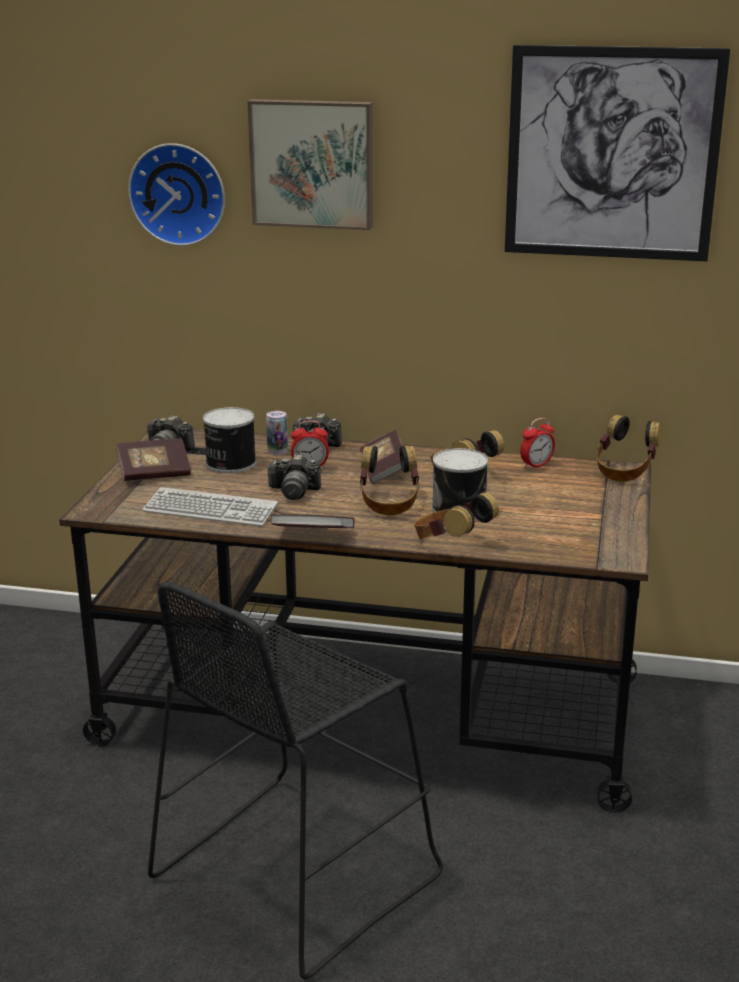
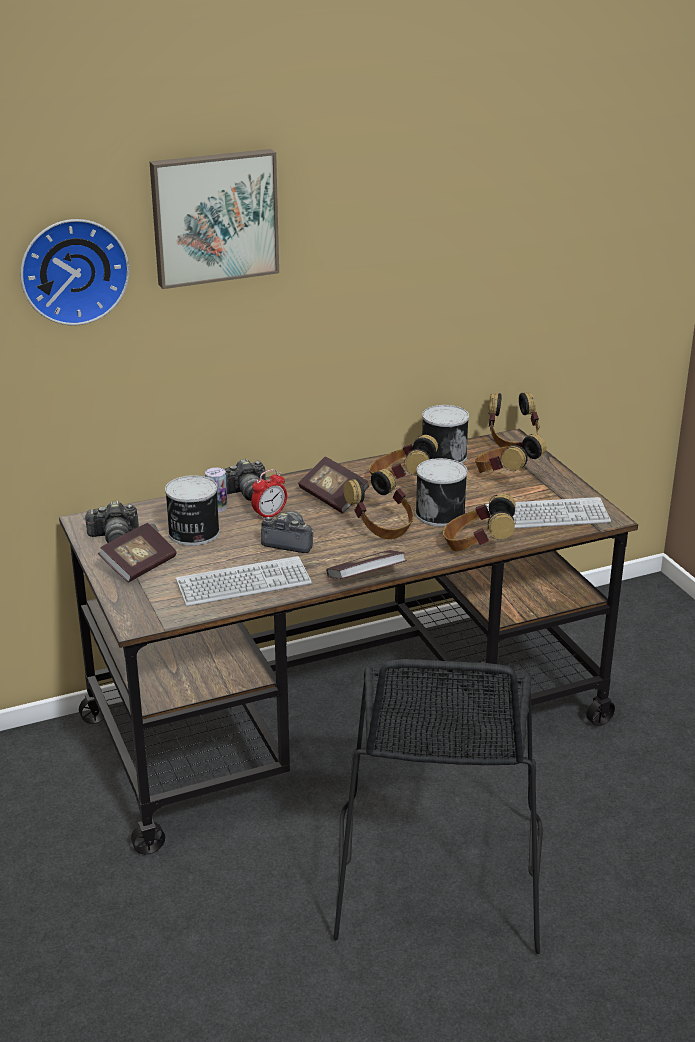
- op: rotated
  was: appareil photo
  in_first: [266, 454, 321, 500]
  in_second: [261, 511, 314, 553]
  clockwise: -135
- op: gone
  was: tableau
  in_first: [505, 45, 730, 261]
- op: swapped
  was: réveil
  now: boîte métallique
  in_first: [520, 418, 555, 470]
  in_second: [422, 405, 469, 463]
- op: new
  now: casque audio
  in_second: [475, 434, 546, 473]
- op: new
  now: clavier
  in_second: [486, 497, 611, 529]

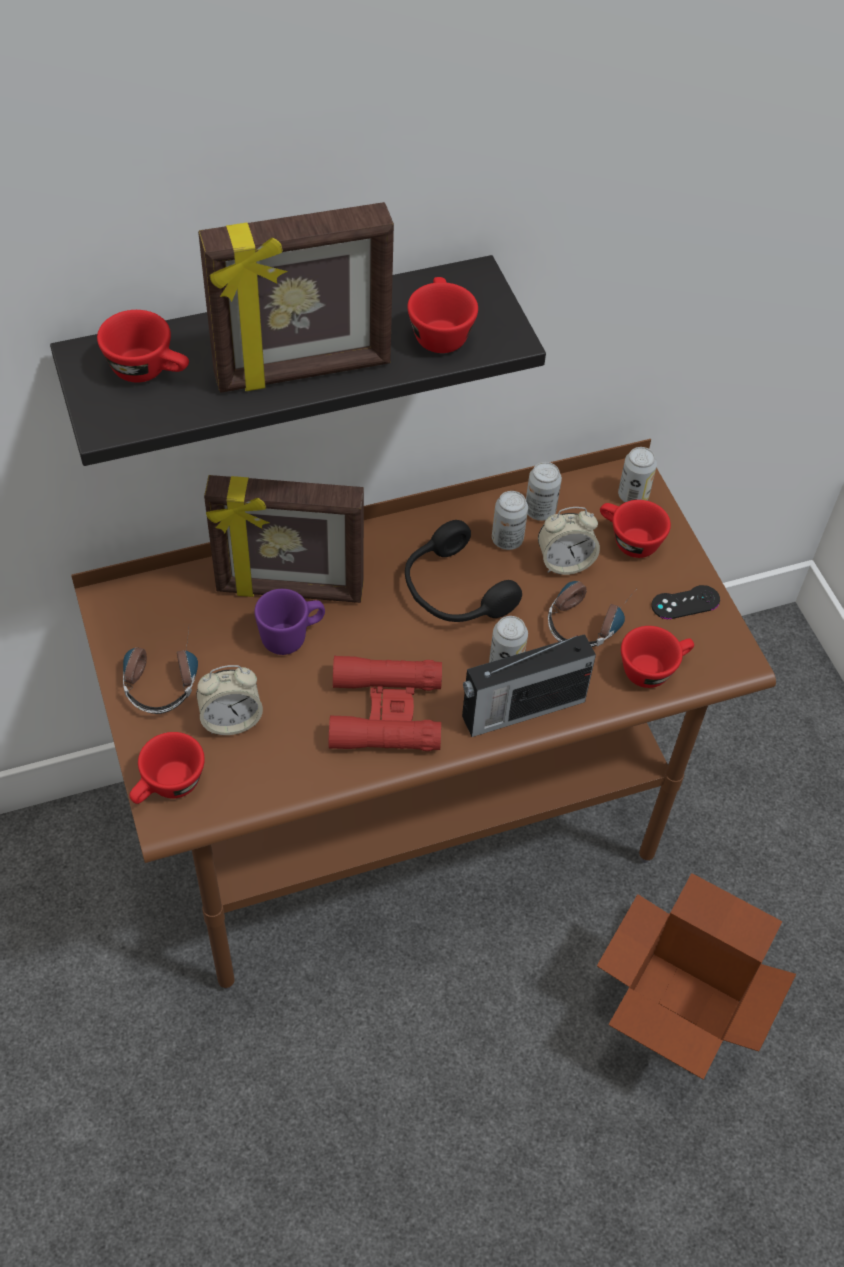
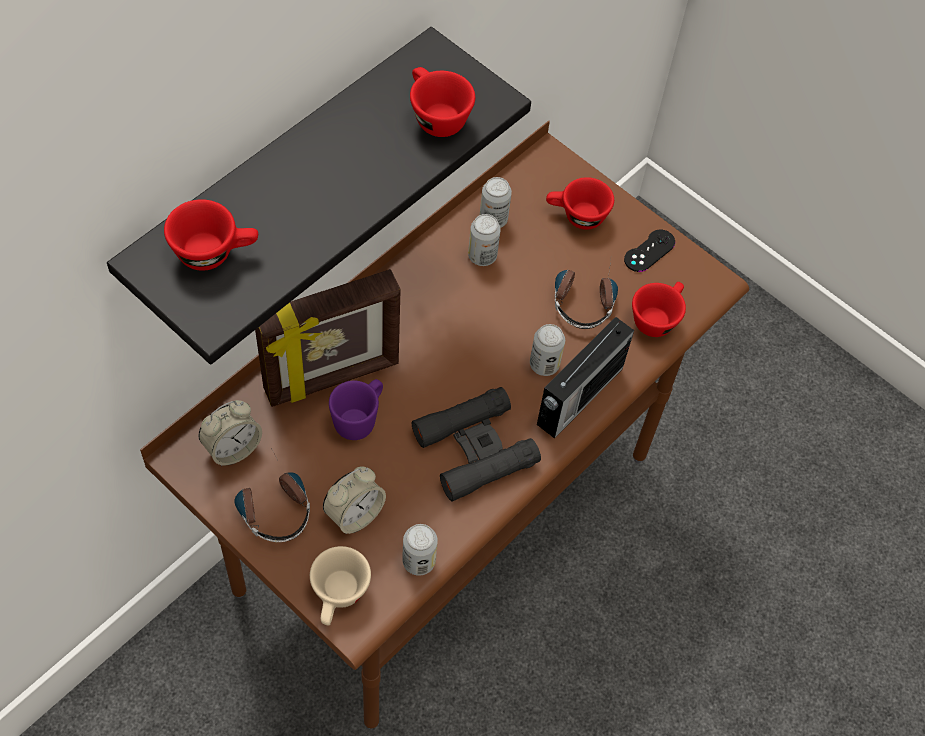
- op: repainted
  was: tasse (rouge)
  now: tasse (beige)
  in_first: [129, 732, 205, 804]
  in_second: [310, 546, 371, 626]
- op: gone
  was: cadre photo
  in_first: [198, 202, 394, 393]
- op: repainted
  was: jumelles (rouge)
  now: jumelles (noir)
  in_first: [329, 656, 442, 751]
  in_second: [412, 387, 541, 502]
- op: gone
  was: casque audio (noir)
  in_first: [405, 520, 522, 622]
- op: shifted
  was: réveil
  in_first: [538, 507, 600, 575]
  in_second: [199, 400, 262, 466]
- op: gone
  was: carton
  in_first: [597, 873, 796, 1080]
- op: shifted
  was: boîte métallique
  in_first: [618, 447, 657, 502]
  in_second: [402, 524, 438, 576]

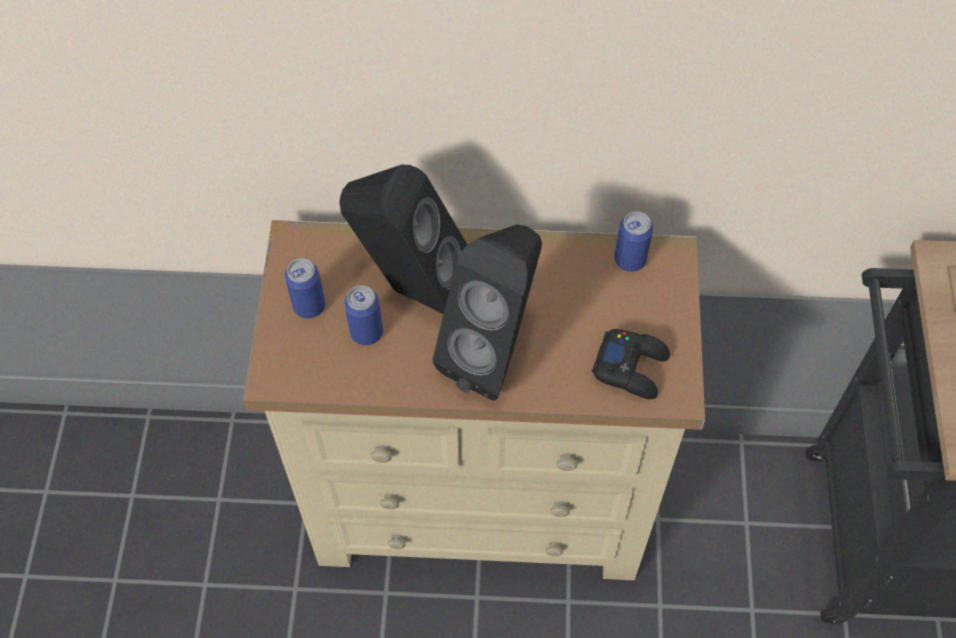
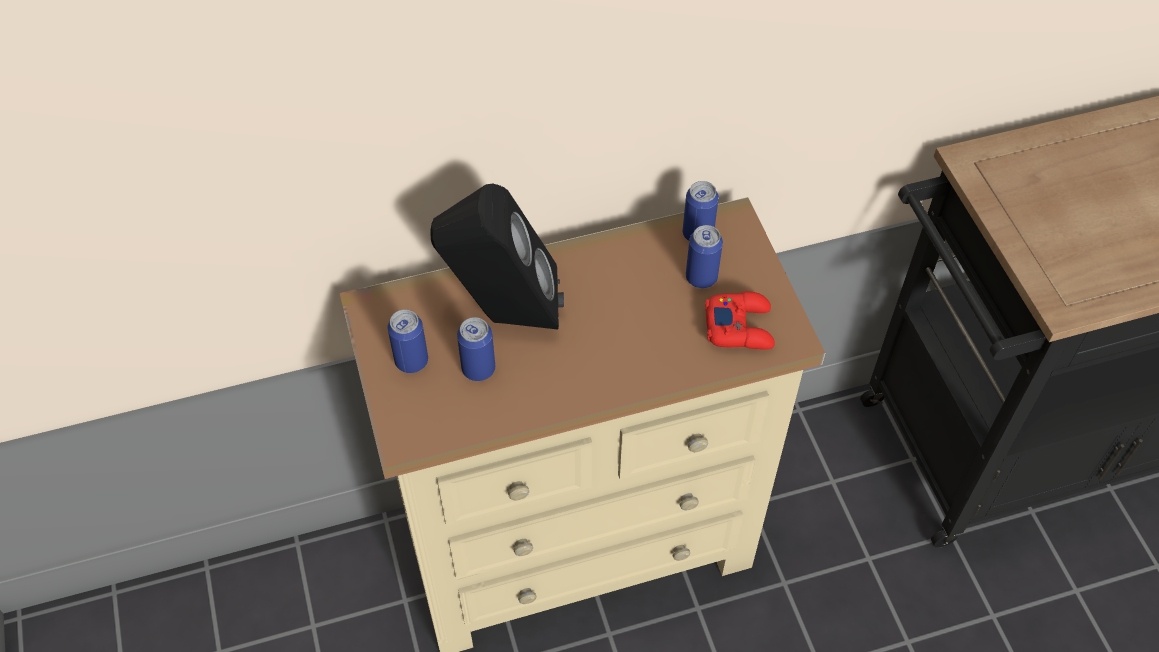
- op: gone
  was: enceinte (noir)
  in_first: [433, 224, 542, 401]
- op: repainted
  was: manette (noir)
  now: manette (rouge)
  in_first: [592, 329, 670, 399]
  in_second: [705, 291, 775, 350]
- op: new
  now: boîte métallique
  in_second: [686, 225, 723, 288]

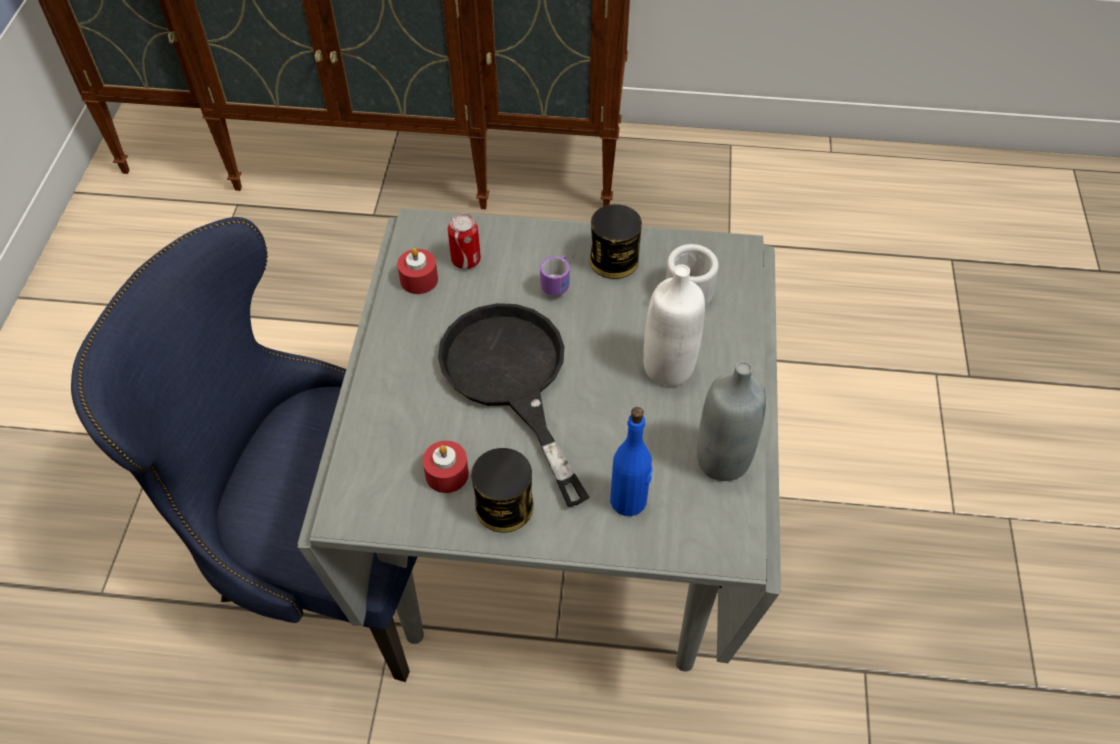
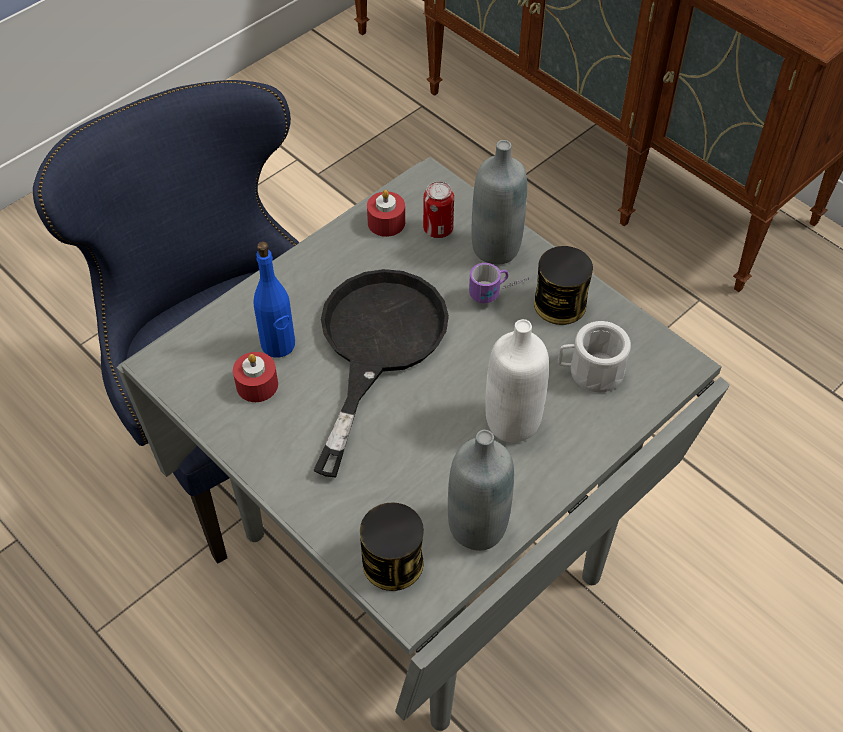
- op: shifted
  was: boîte métallique
  in_first: [471, 448, 533, 533]
  in_second: [360, 502, 424, 591]
- op: shifted
  was: bouteille (bleu)
  in_first: [610, 407, 653, 516]
  in_second: [254, 241, 295, 358]
- op: new
  now: bouteille (gris)
  in_second: [472, 140, 527, 264]

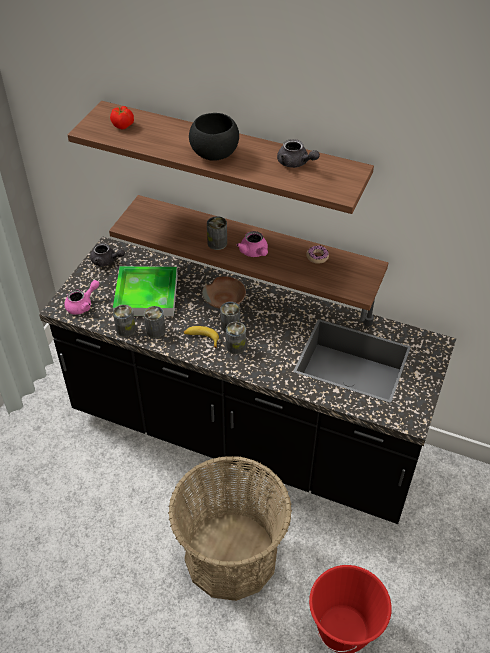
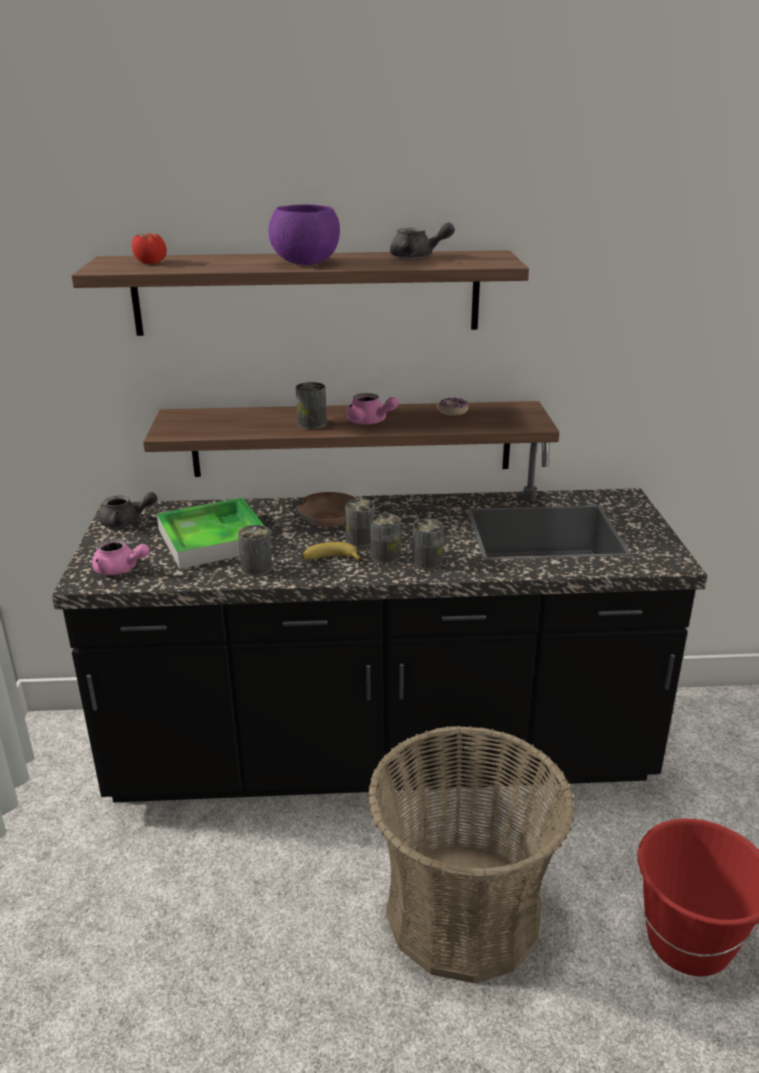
- op: rotated
  was: théière (rose)
  in_first: [64, 280, 99, 315]
  in_second: [92, 539, 150, 575]
  clockwise: 90
- op: shifted
  was: boîte métallique
  in_first: [113, 305, 136, 337]
  in_second: [412, 519, 444, 570]
- op: repainted
  was: bol (noir)
  now: bol (violet)
  in_first: [189, 113, 239, 161]
  in_second: [268, 204, 340, 265]

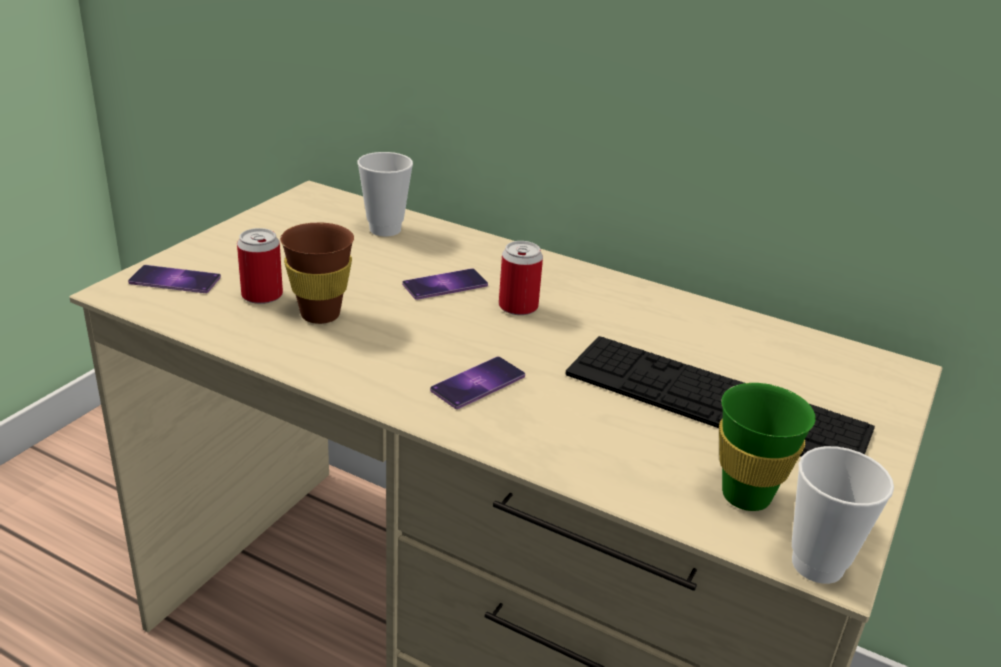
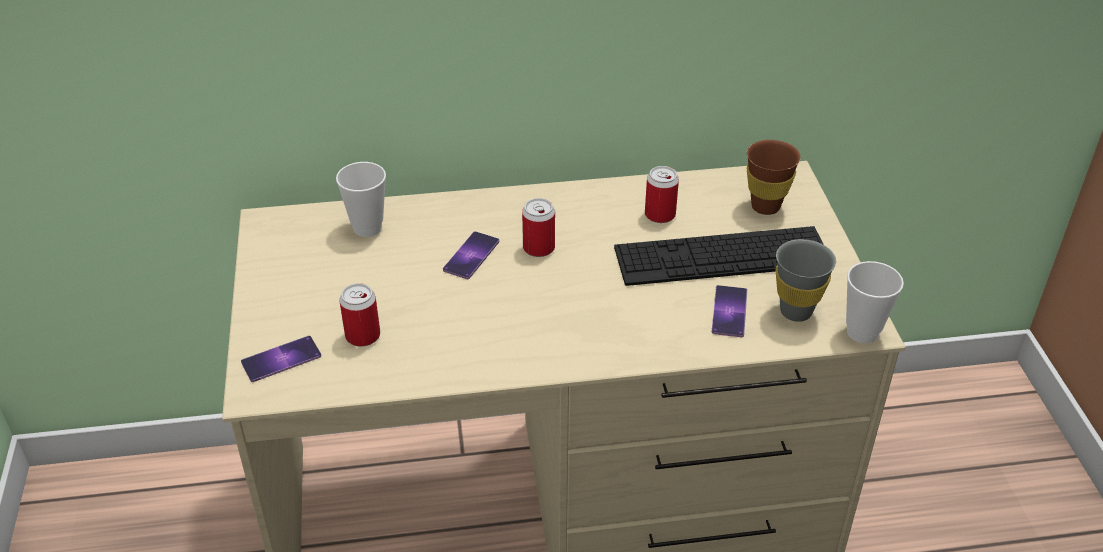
- op: shifted
  was: tasse (marron)
  in_first: [280, 222, 354, 324]
  in_second: [747, 140, 801, 215]
- op: shifted
  was: téléphone
  in_first: [430, 357, 525, 409]
  in_second: [712, 285, 747, 337]
- op: repainted
  was: tasse (vert)
  now: tasse (gris)
  in_first: [719, 383, 816, 511]
  in_second: [776, 239, 836, 322]
- op: new
  now: boîte métallique
  in_second: [645, 166, 679, 223]

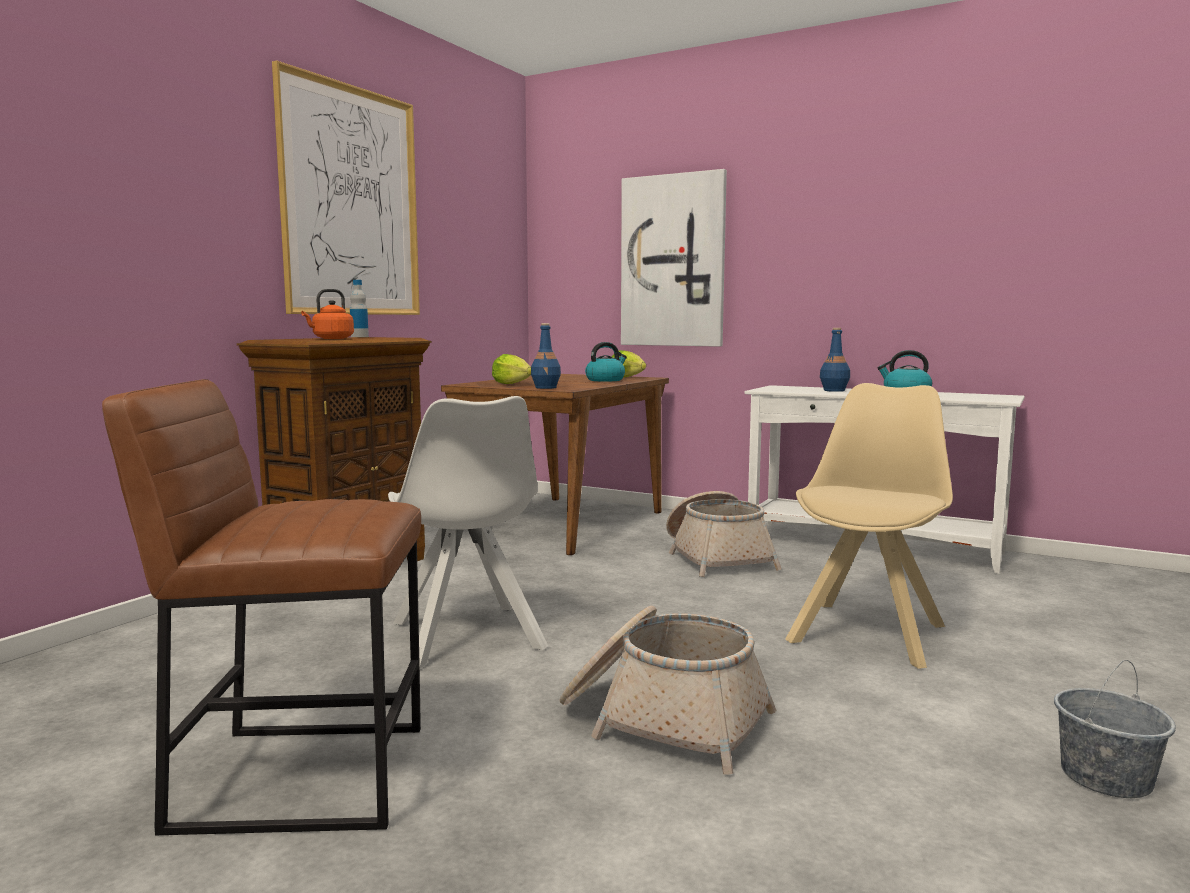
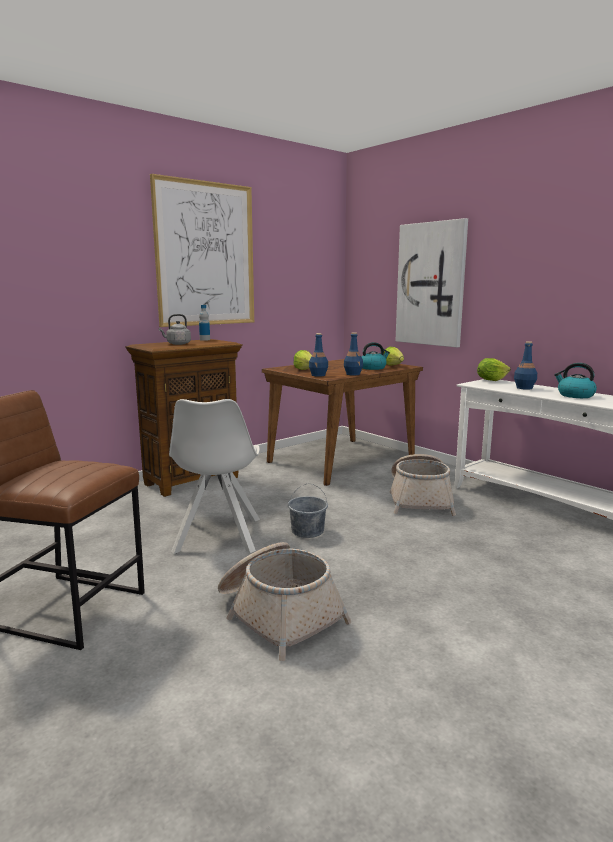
- op: repainted
  was: bouilloire (orange)
  now: bouilloire (gris)
  in_first: [301, 289, 354, 339]
  in_second: [159, 314, 191, 345]
- op: gone
  was: chaise (beige)
  in_first: [785, 383, 953, 669]
- op: shifted
  was: seau (gris)
  in_first: [1054, 660, 1176, 798]
  in_second: [288, 483, 328, 538]
- op: new
  now: bouteille (bleu)
  in_second: [344, 332, 363, 376]
- op: new
  now: laitue
  in_second: [477, 358, 511, 381]

